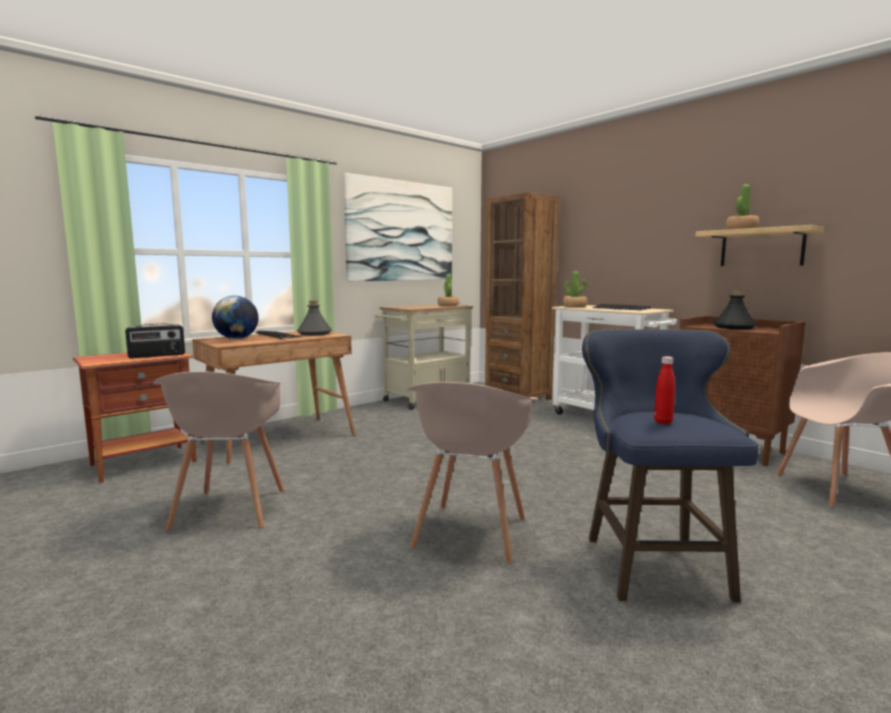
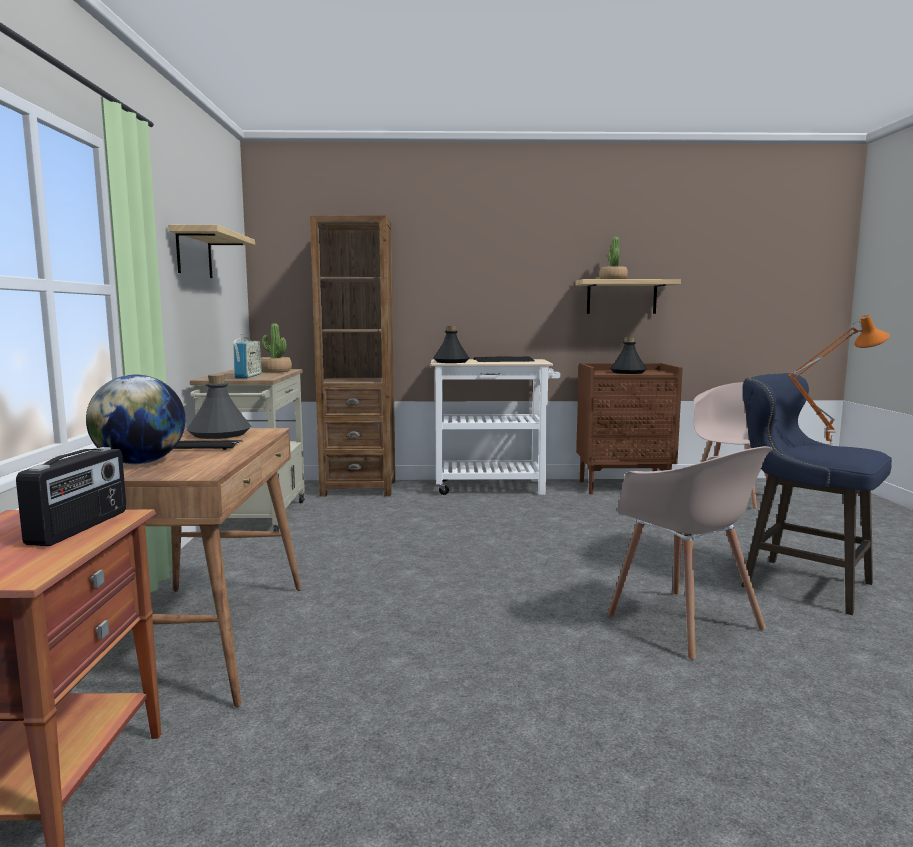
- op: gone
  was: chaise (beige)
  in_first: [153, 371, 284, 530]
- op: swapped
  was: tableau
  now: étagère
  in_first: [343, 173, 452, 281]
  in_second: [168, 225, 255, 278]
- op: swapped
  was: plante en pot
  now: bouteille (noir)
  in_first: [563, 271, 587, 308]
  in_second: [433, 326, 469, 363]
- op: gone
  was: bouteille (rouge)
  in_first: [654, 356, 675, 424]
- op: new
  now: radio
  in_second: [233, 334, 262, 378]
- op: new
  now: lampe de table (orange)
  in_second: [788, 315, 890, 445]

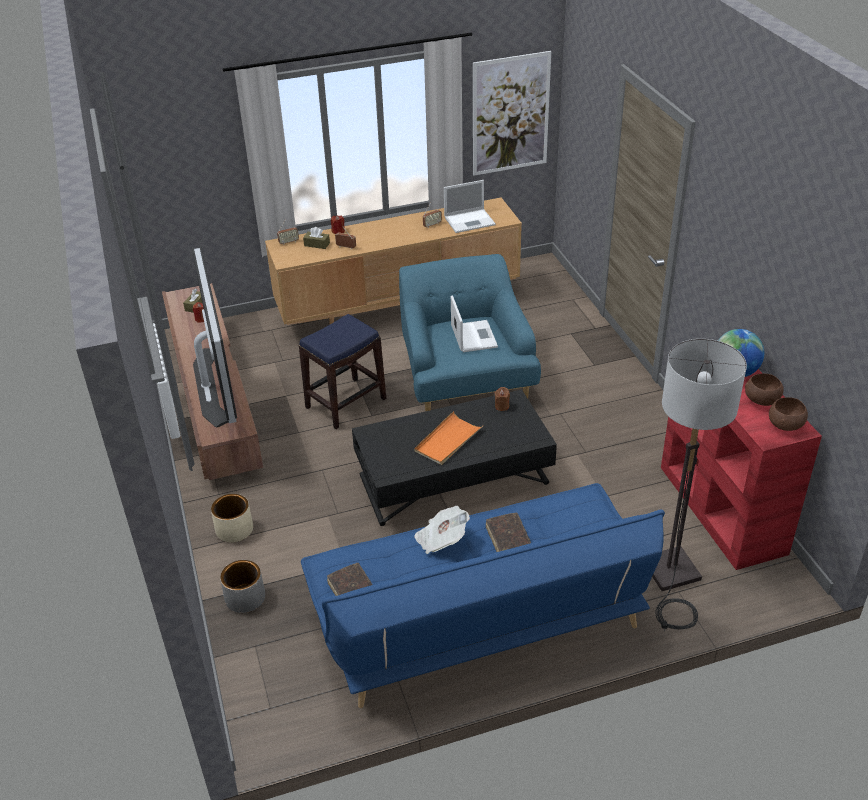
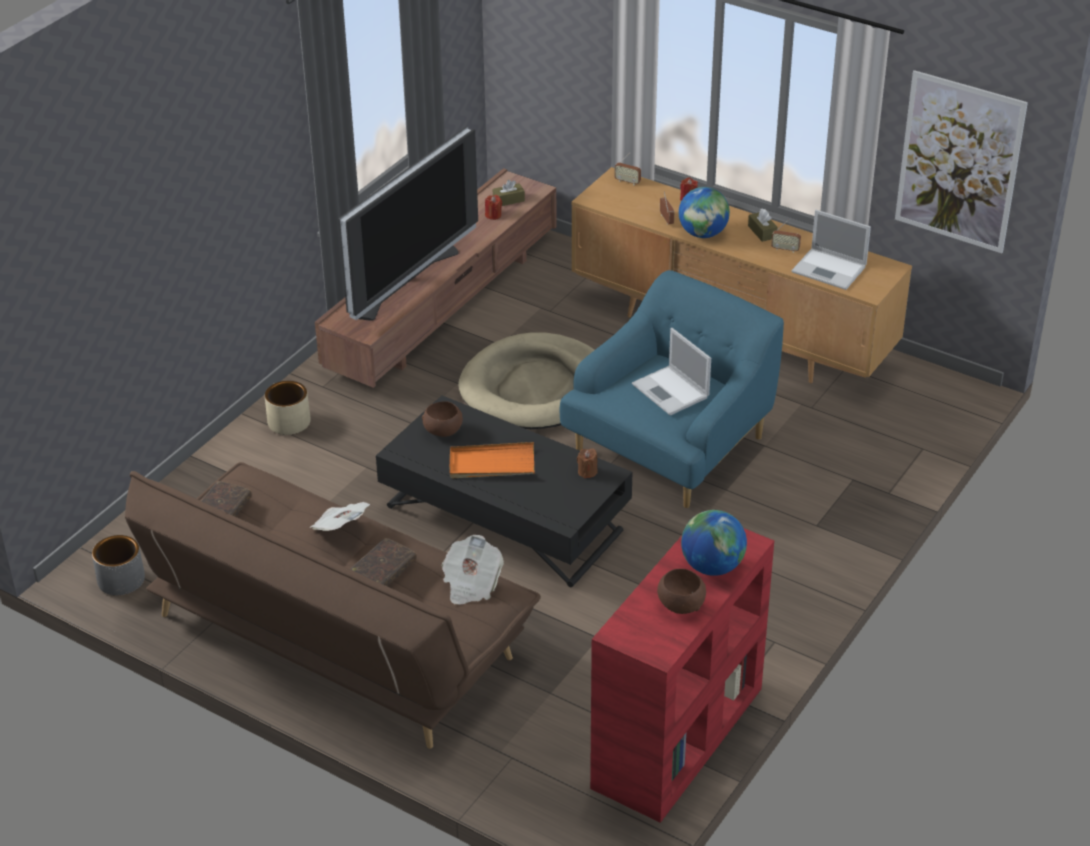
- op: shifted
  was: cache-pot (gris)
  in_first: [220, 560, 265, 613]
  in_second: [92, 535, 145, 596]
- op: swapped
  was: tabouret
  now: panier pour chien (beige)
  in_first: [299, 314, 386, 429]
  in_second: [458, 332, 595, 429]
- op: repainted
  was: canapé (bleu)
  now: canapé (marron)
  in_first: [301, 483, 665, 708]
  in_second: [125, 462, 541, 749]
- op: shifted
  was: boîte à mouchoirs (marron)
  in_first: [303, 227, 330, 249]
  in_second: [748, 208, 777, 242]
- op: rotated
  was: ordinateur portable
  in_first: [451, 295, 498, 352]
  in_second: [632, 328, 711, 416]
  clockwise: 105
- op: gone
  was: lampadaire
  in_first: [652, 339, 747, 631]
- op: shifted
  was: bol (marron)
  in_first: [769, 397, 808, 431]
  in_second: [422, 401, 463, 437]
- op: new
  now: journal
  in_second: [441, 535, 504, 604]
- op: new
  now: globe
  in_second: [679, 187, 730, 238]

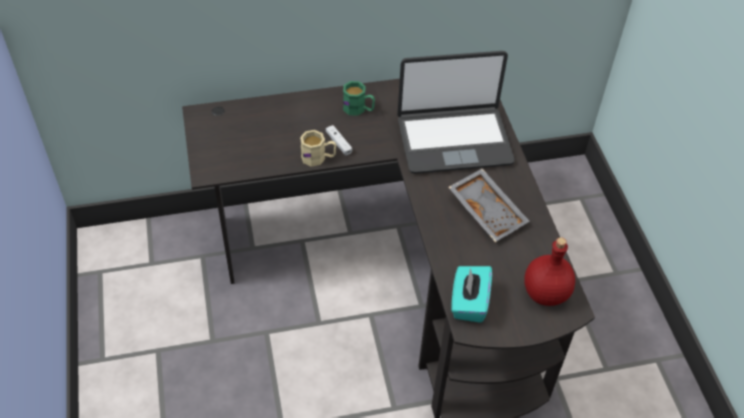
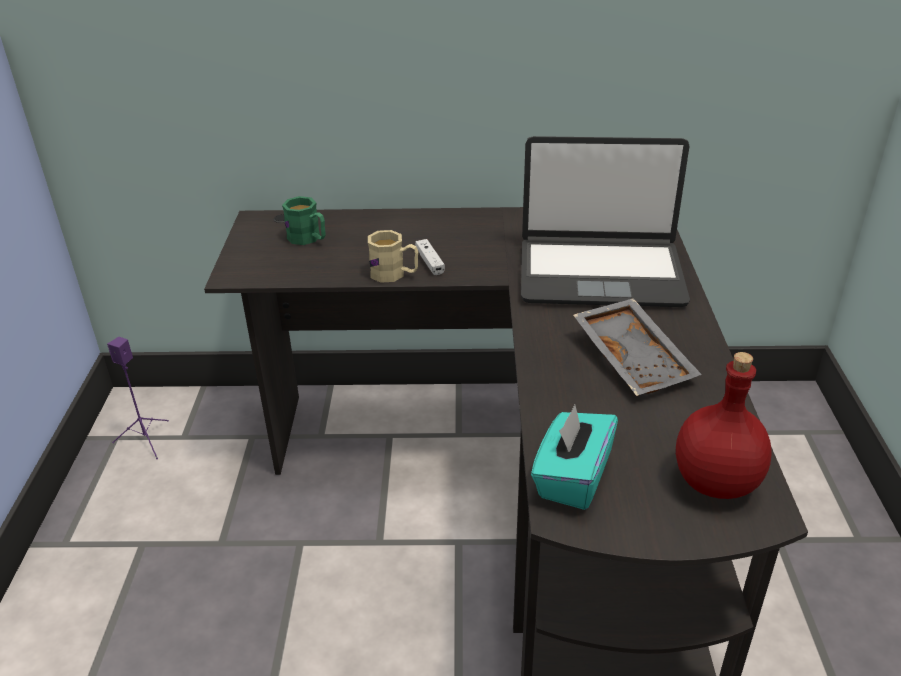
- op: shifted
  was: mug (vert)
  in_first: [343, 81, 375, 116]
  in_second: [282, 196, 326, 245]
- op: new
  now: enceinte (violet)
  in_second: [107, 337, 169, 459]

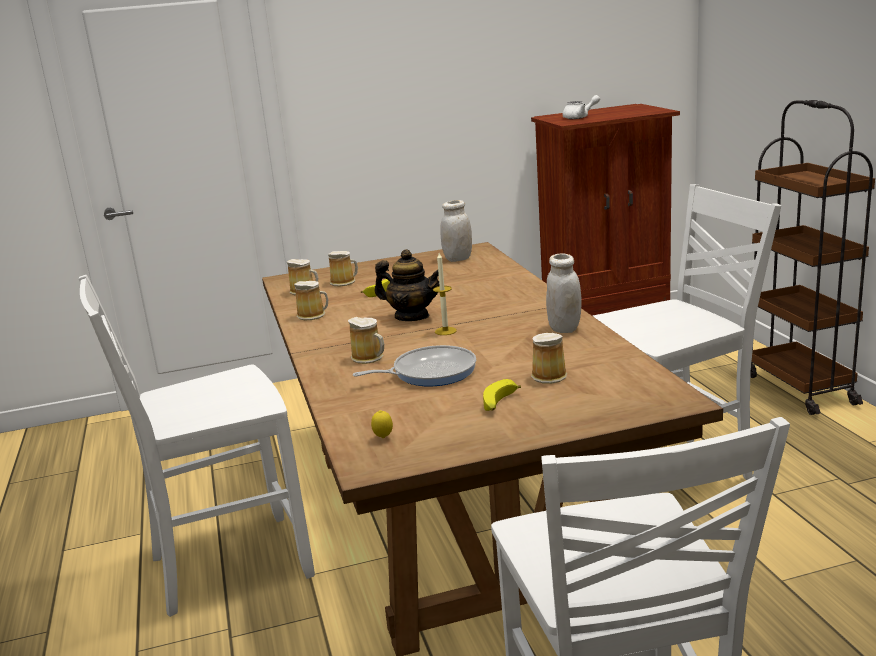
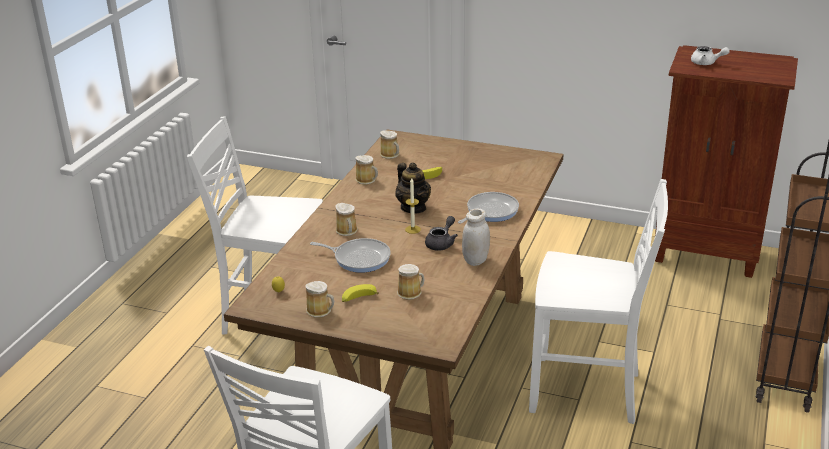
- op: shifted
  was: mug
  in_first: [328, 251, 358, 286]
  in_second: [305, 281, 334, 318]
- op: gone
  was: bocal (blanc)
  in_first: [440, 200, 472, 262]
- op: new
  now: théière (gris)
  in_second: [425, 216, 458, 251]
- op: new
  now: poêle
  in_second: [458, 192, 519, 224]

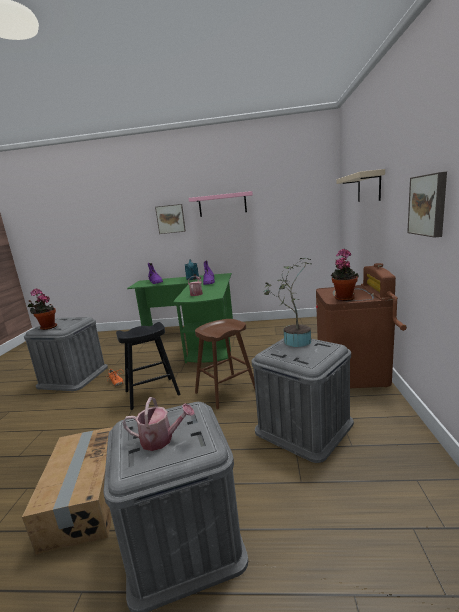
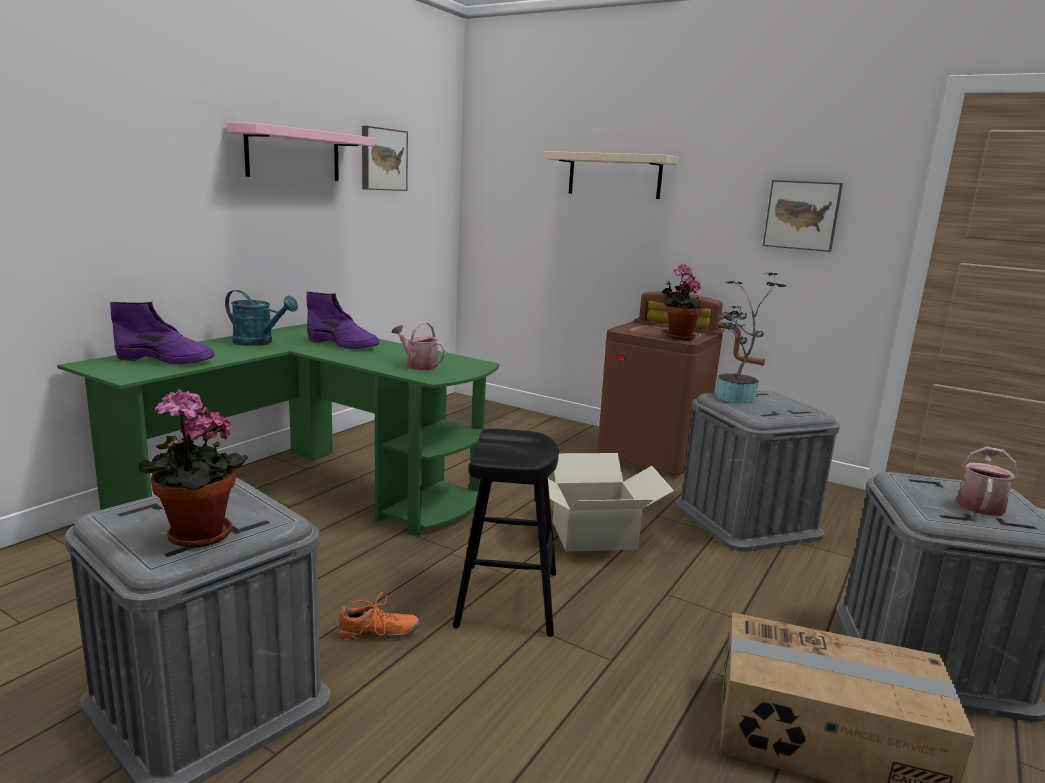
- op: shifted
  was: tableau
  in_first: [155, 204, 186, 234]
  in_second: [362, 126, 408, 191]
- op: swapped
  was: tabouret (marron)
  now: carton
  in_first: [195, 319, 255, 409]
  in_second: [548, 453, 674, 552]

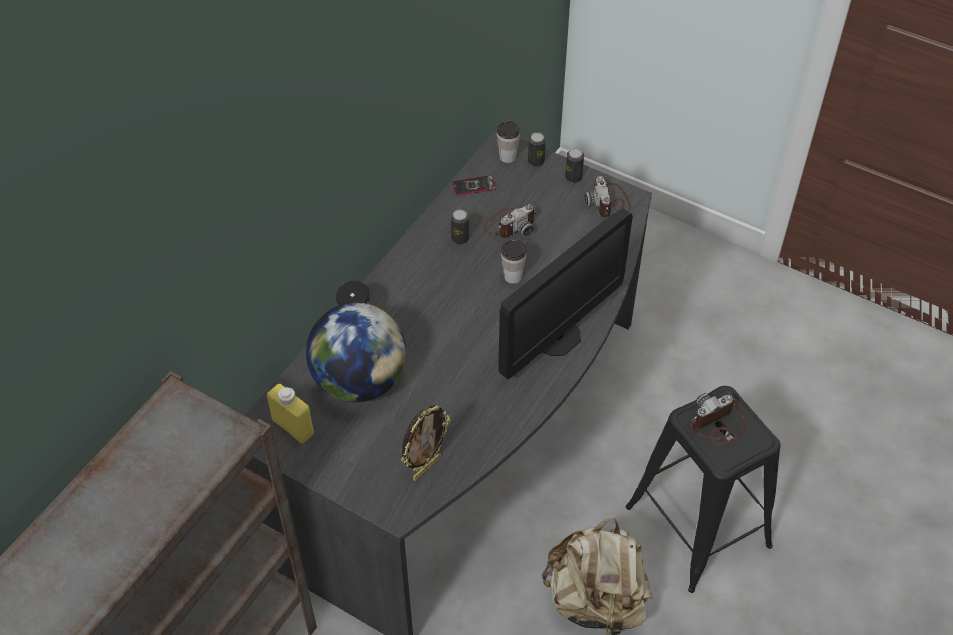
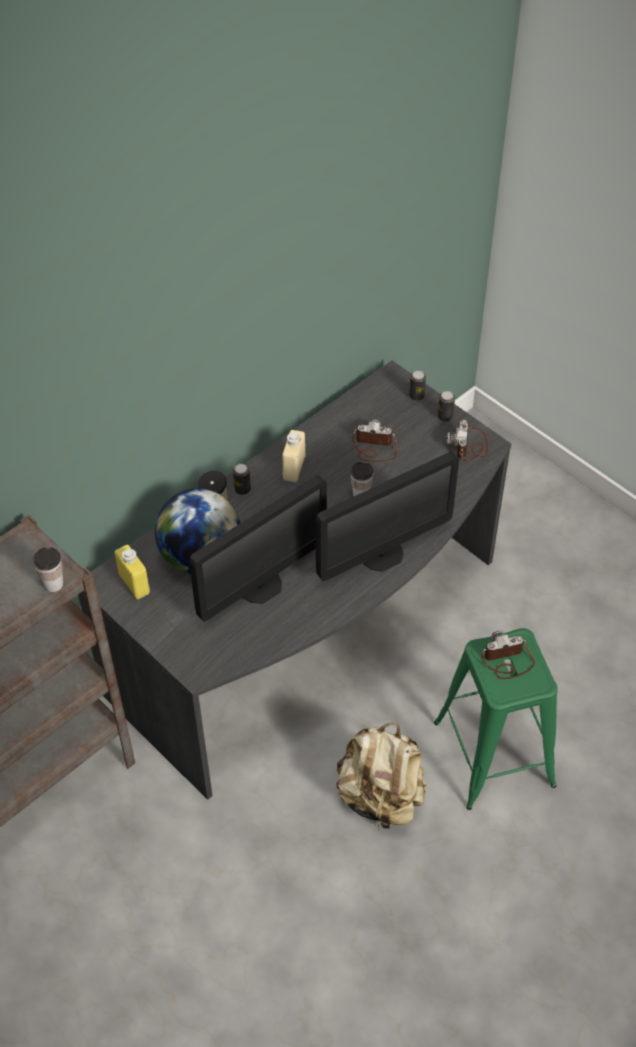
- op: gone
  was: cadre photo
  in_first: [401, 405, 451, 481]
- op: shifted
  was: boîte métallique
  in_first: [451, 210, 469, 244]
  in_second: [233, 464, 251, 495]
- op: gone
  was: téléphone
  in_first: [452, 175, 497, 196]
- op: rotated
  was: appareil photo
  in_first: [483, 204, 536, 238]
  in_second: [352, 420, 397, 462]
  clockwise: -150
- op: shifted
  was: tasse
  in_first: [497, 121, 520, 163]
  in_second: [33, 547, 63, 592]
- op: repainted
  was: tabouret (noir)
  now: tabouret (vert)
  in_first: [626, 386, 781, 593]
  in_second: [434, 628, 558, 810]
- op: new
  now: écran d'ordinateur
  in_second: [189, 475, 327, 622]
- op: new
  now: bouteille (beige)
  in_second: [282, 430, 305, 482]

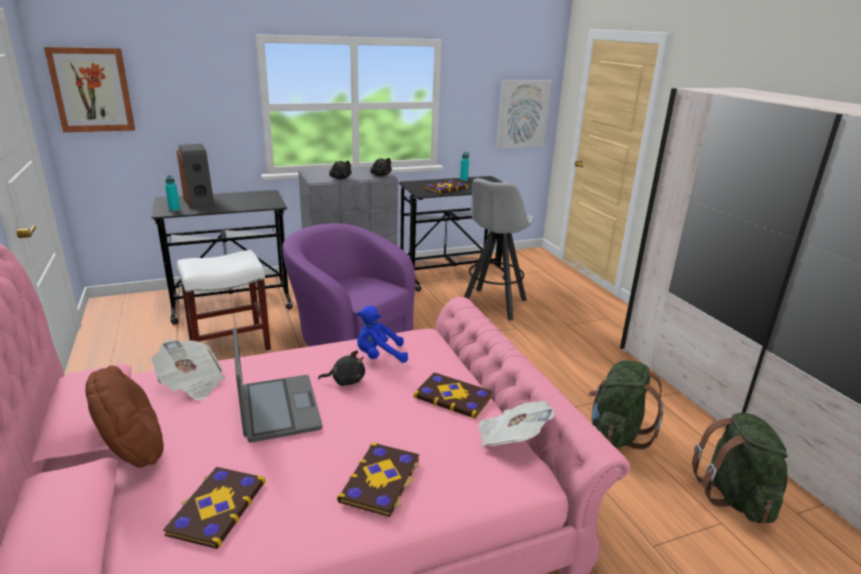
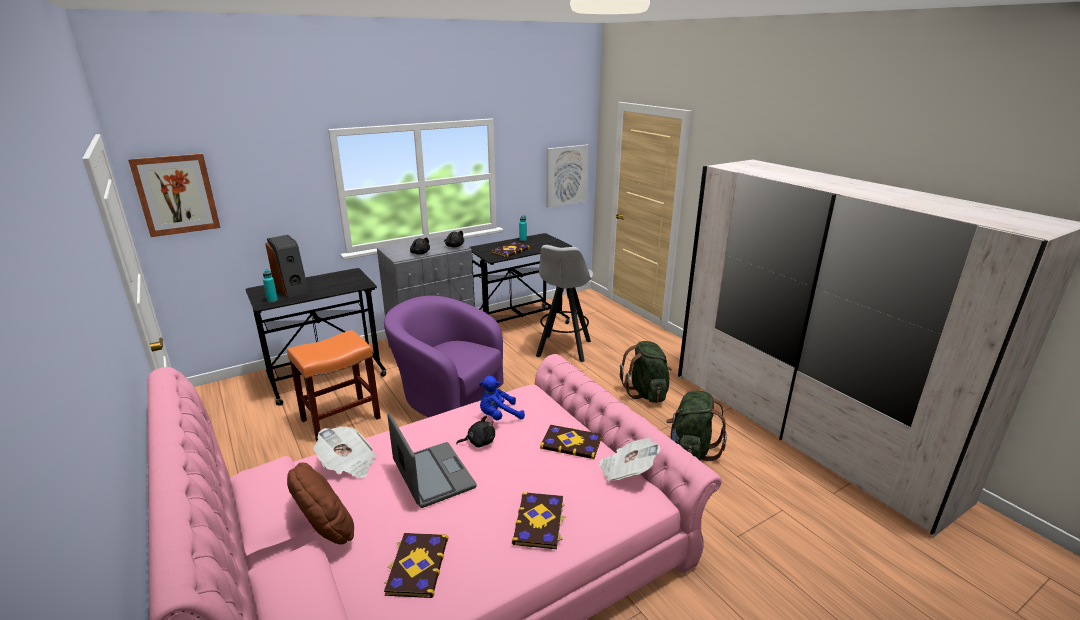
- op: repainted
  was: tabouret (blanc)
  now: tabouret (orange)
  in_first: [177, 250, 271, 351]
  in_second: [287, 330, 381, 441]
- op: shifted
  was: sac à dos (vert)
  in_first: [692, 413, 788, 524]
  in_second: [620, 341, 672, 403]

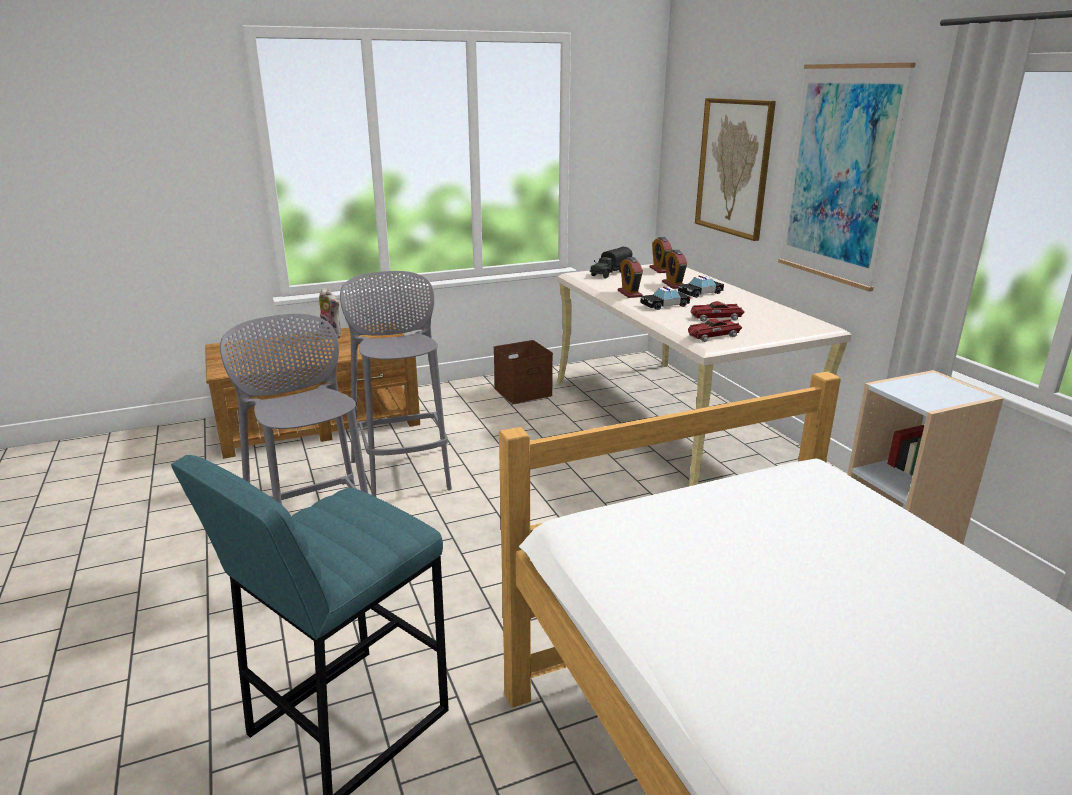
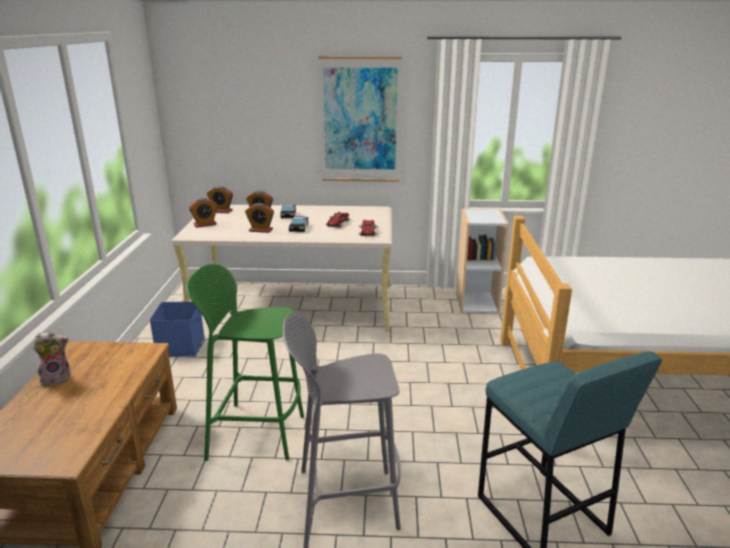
- op: repainted
  was: tabouret (gris)
  now: tabouret (vert)
  in_first: [340, 271, 452, 497]
  in_second: [186, 264, 304, 461]
- op: repainted
  was: boîte de rangement (marron)
  now: boîte de rangement (bleu)
  in_first: [493, 340, 553, 404]
  in_second: [150, 302, 205, 357]
- op: swapped
  was: camion jouet
  now: réveil
  in_first: [590, 247, 633, 278]
  in_second: [189, 198, 218, 228]
- op: gone
  was: tableau
  in_first: [695, 98, 776, 241]

